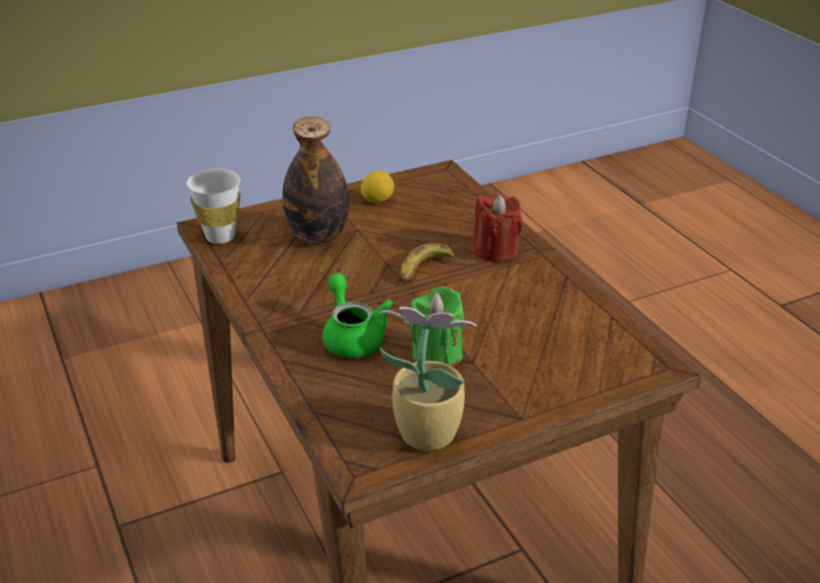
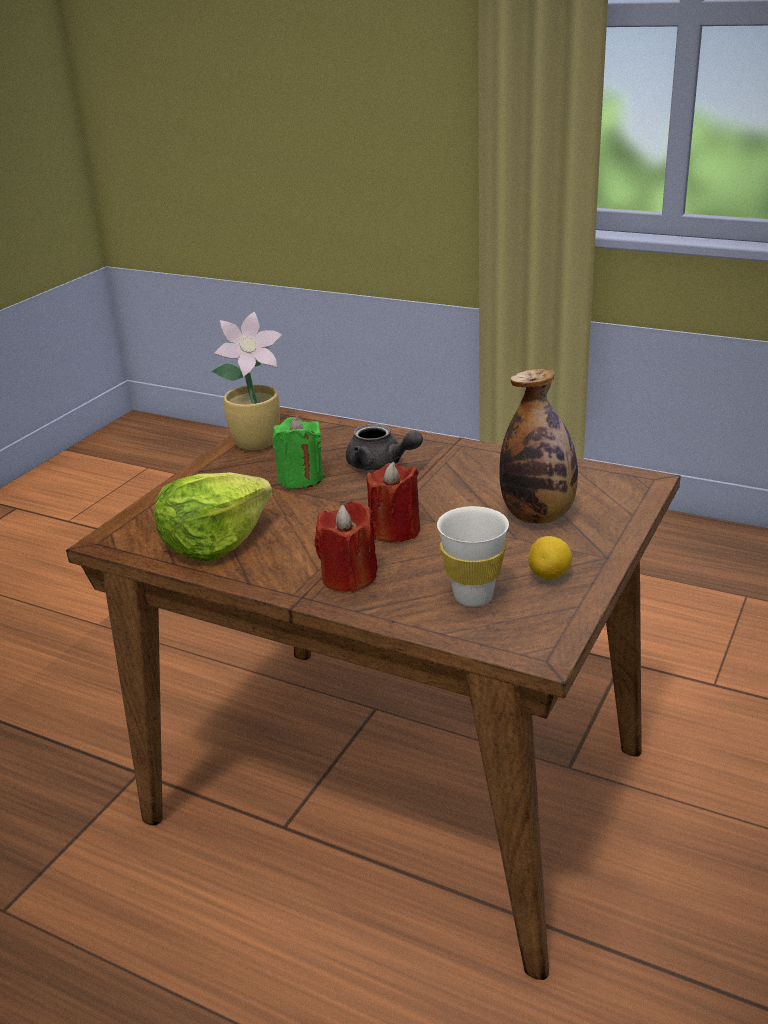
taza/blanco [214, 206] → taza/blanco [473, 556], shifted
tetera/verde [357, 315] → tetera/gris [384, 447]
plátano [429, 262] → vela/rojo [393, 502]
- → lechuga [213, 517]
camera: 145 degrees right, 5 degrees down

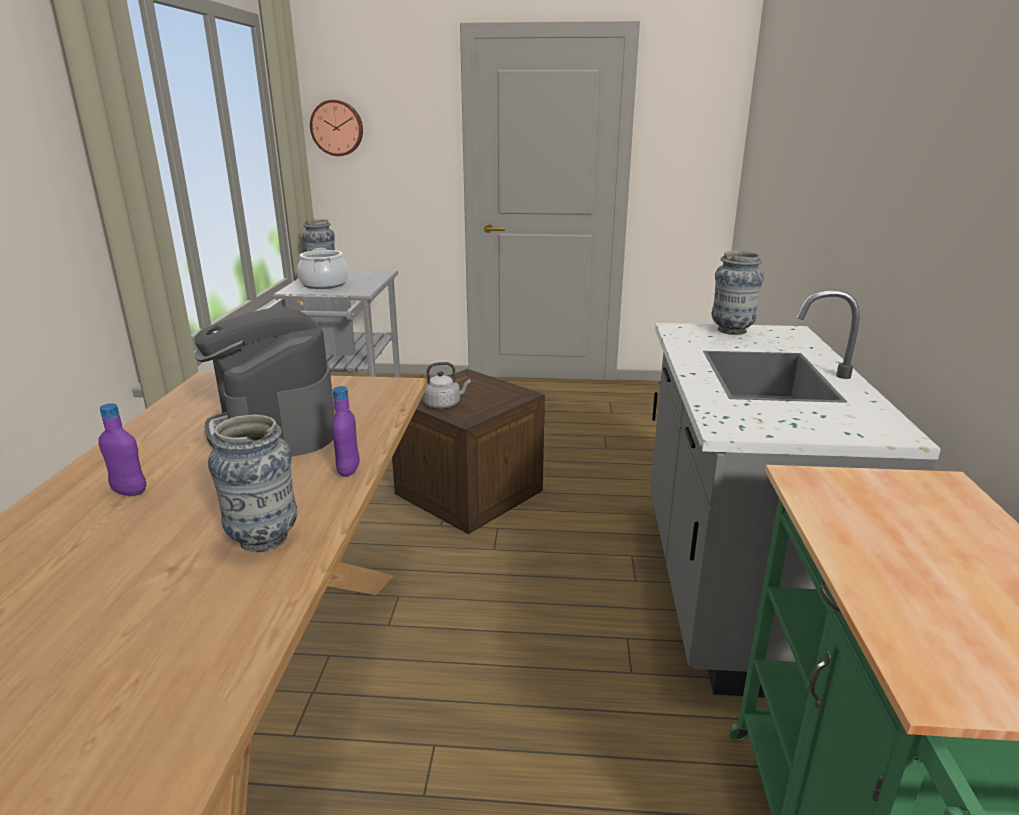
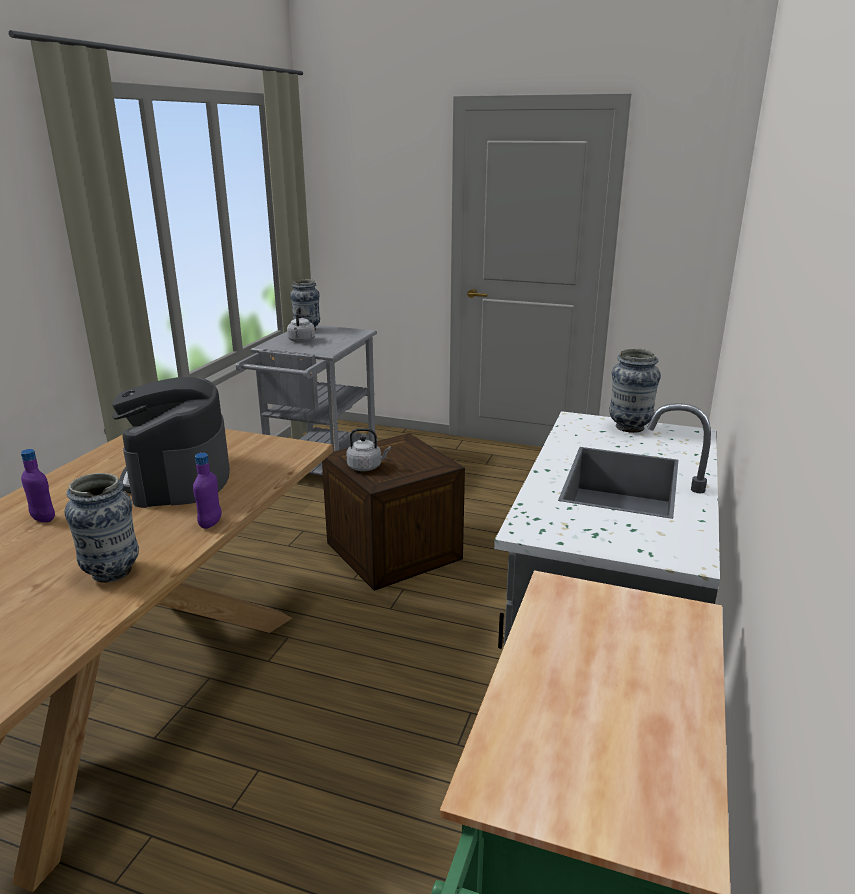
olla [322, 268] → hervidor/gris [301, 324]
reloj de pared [336, 128] → -
camera: 15 degrees right, 0 degrees up

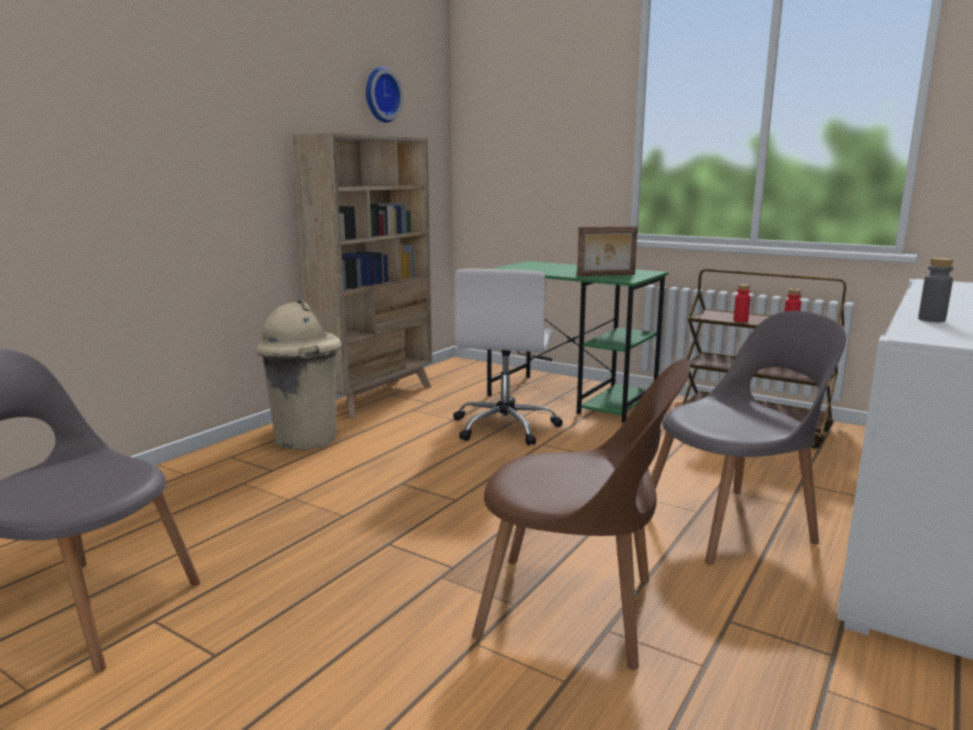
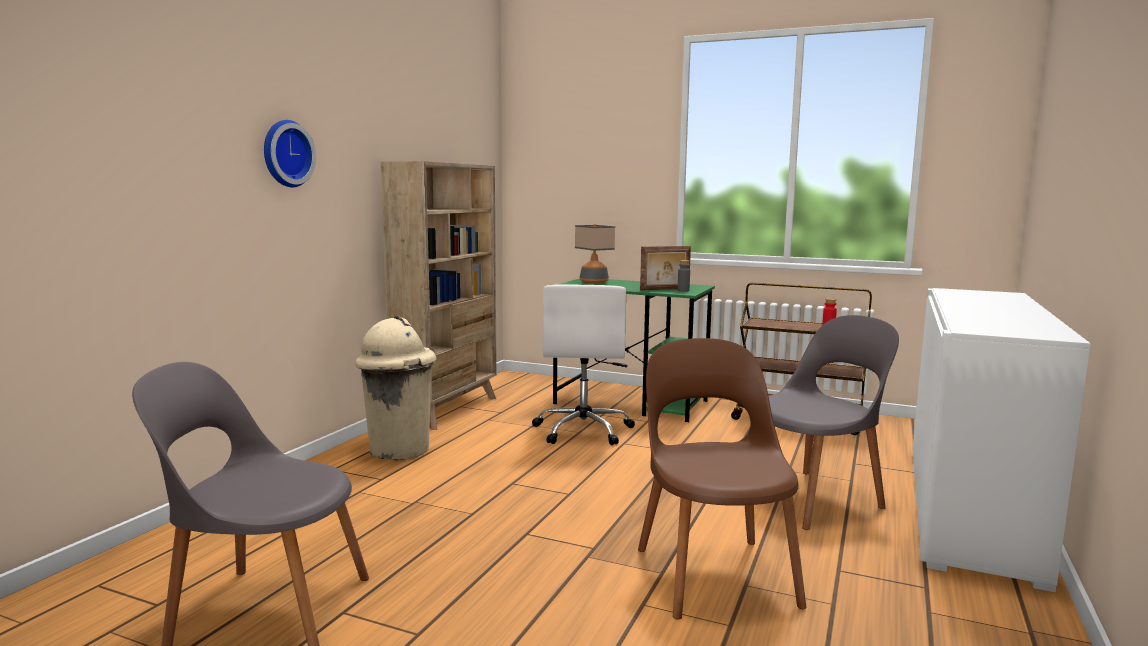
reloj de pared [384, 95] → reloj de pared [290, 153], shifted
silla/marrón [581, 514] → silla/marrón [722, 479], 105 degrees counterclockwise
botella/rojo [742, 303] → -
botella/gris [936, 290] → botella/gris [684, 276], shifted
- → lámpara de mesa [595, 253]
camera: 10 degrees left, 5 degrees down

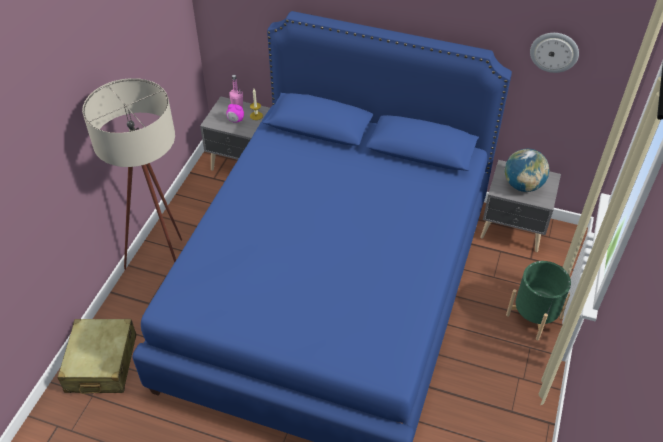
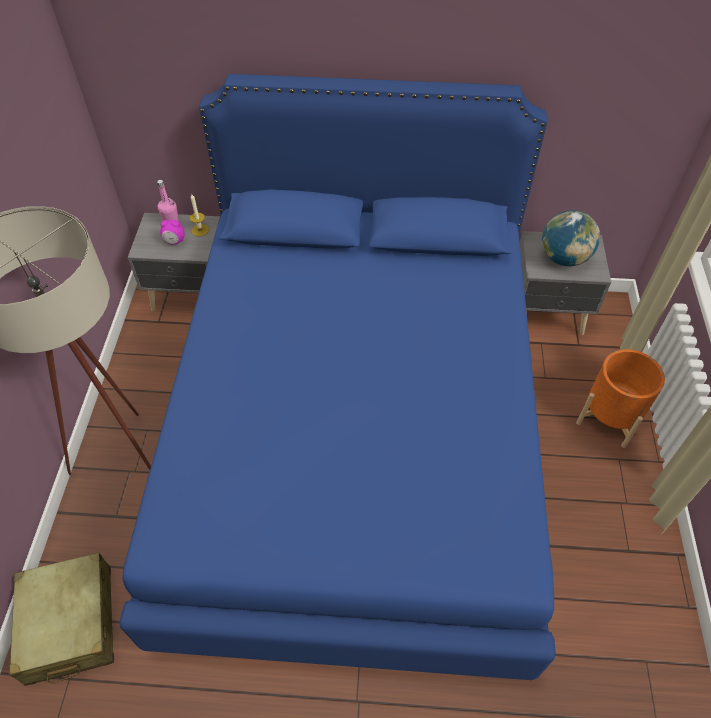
maceta/verde [538, 300] → maceta/naranja [620, 398]
reloj de pared [554, 53] → -
camera: 15 degrees left, 5 degrees up

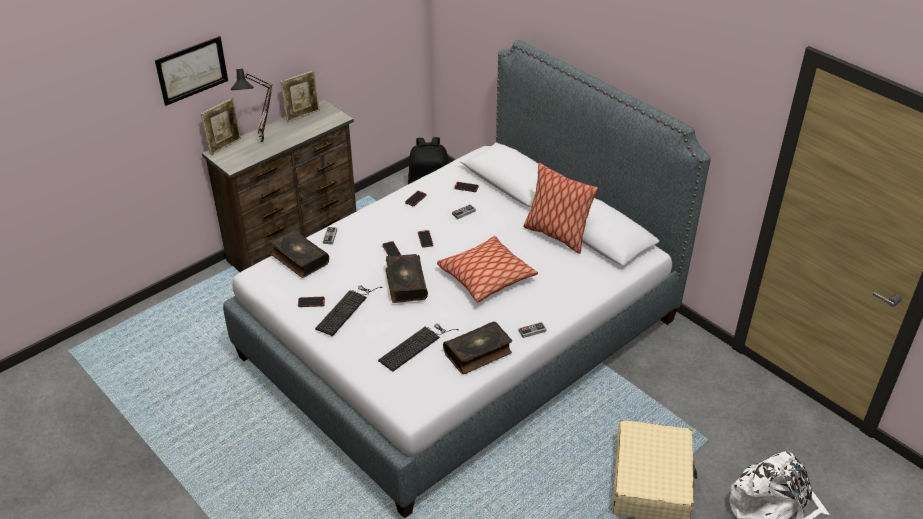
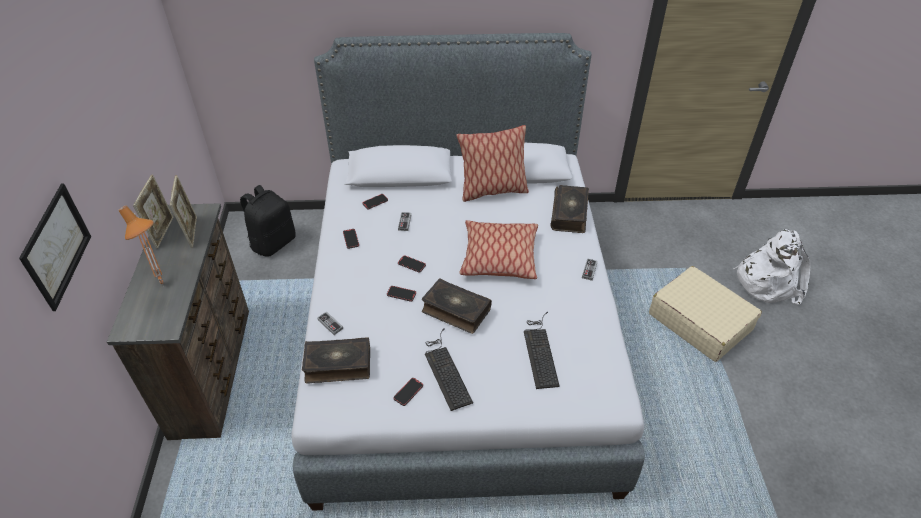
portarretratos [221, 126] → portarretratos [183, 211], shifted
lámpara de mesa/negro [252, 105] → lámpara de mesa/naranja [141, 246]
libro [477, 348] → libro [569, 209], shifted
camera: 50 degrees left, 5 degrees up

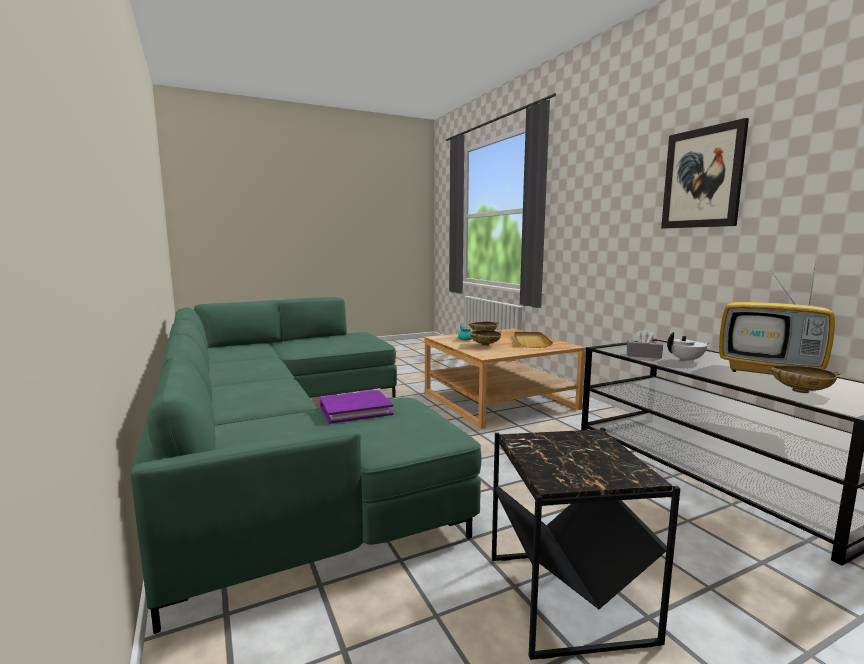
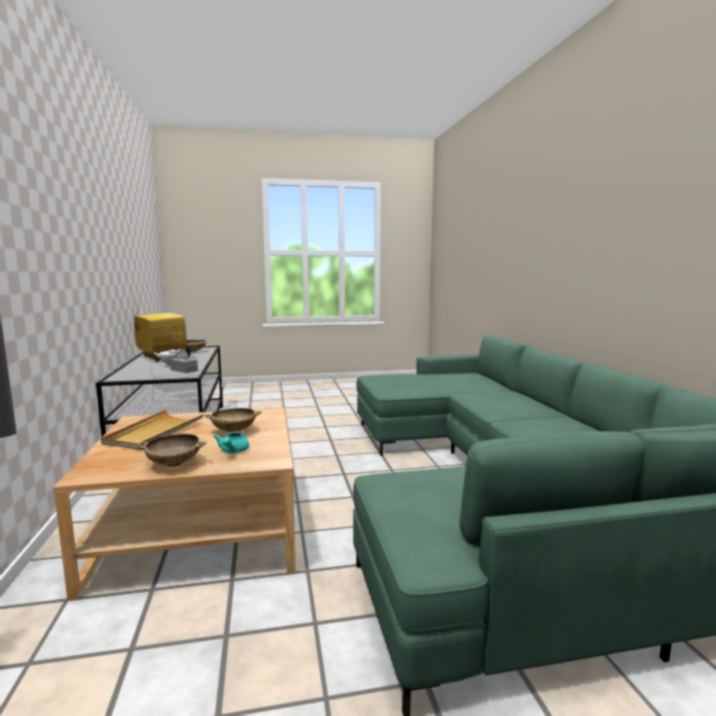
libro/morado [356, 407] → -
mesa auxiliar/negro [586, 544] → -
cuadro [705, 173] → -
camera: 165 degrees left, 0 degrees up

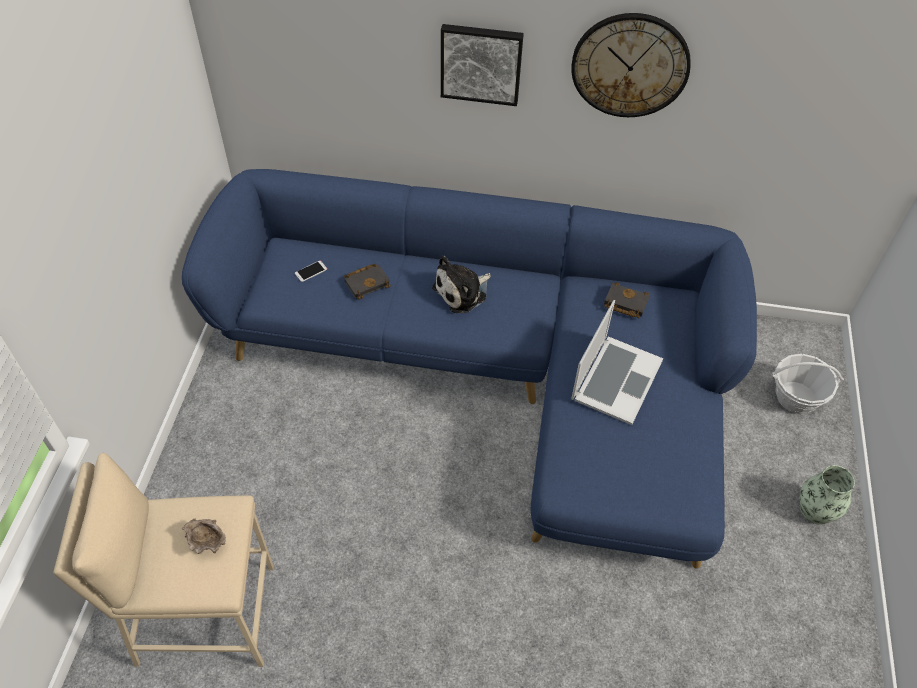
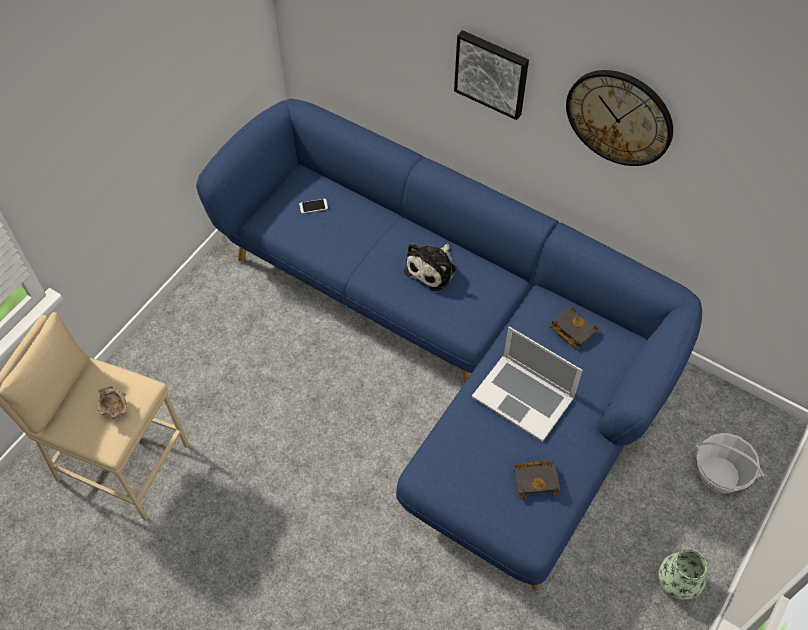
libro/negro [367, 282] → libro/negro [537, 479], shifted
peluche [461, 284] → peluche [430, 267], 45 degrees counterclockwise
portátil [617, 362] → portátil [527, 384], 75 degrees clockwise
camera: 25 degrees right, 5 degrees up

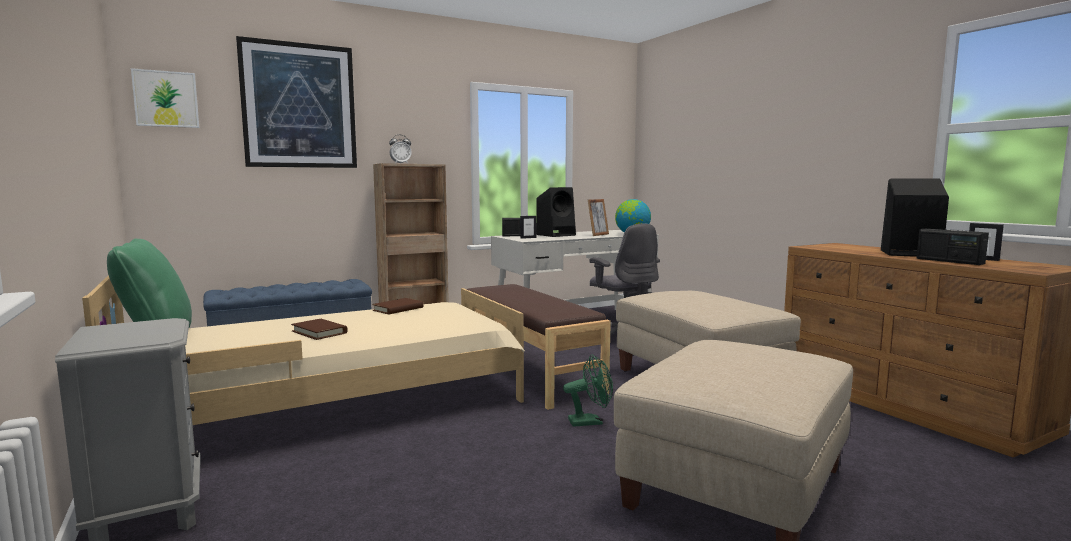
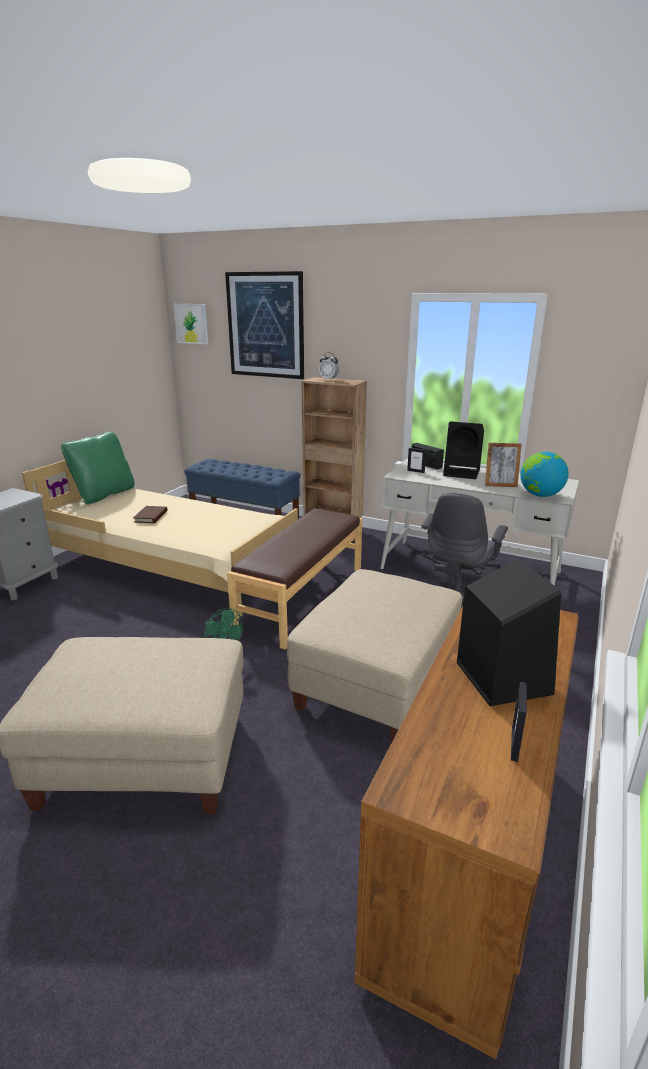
libro/marrón [397, 306] → -
radio [952, 247] → -
camera: 55 degrees right, 15 degrees up

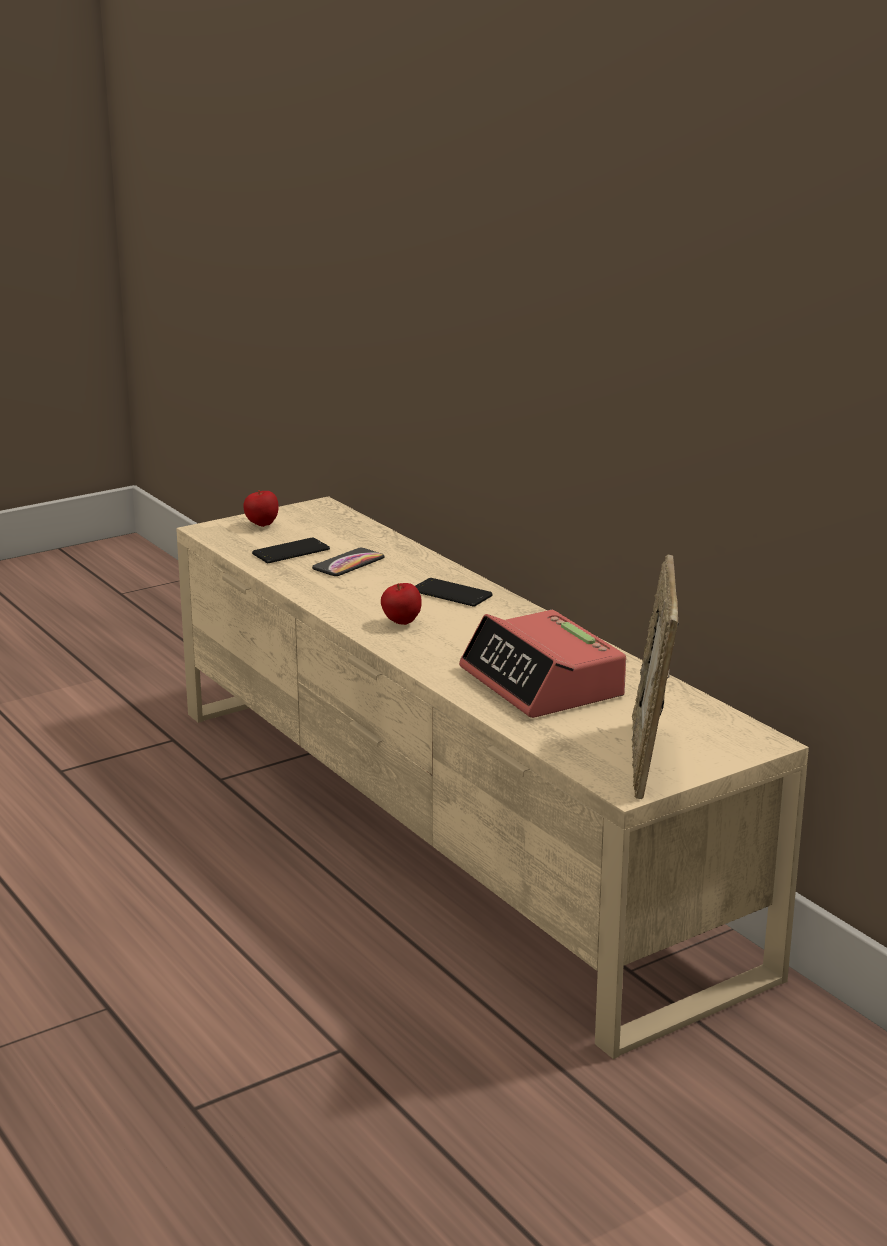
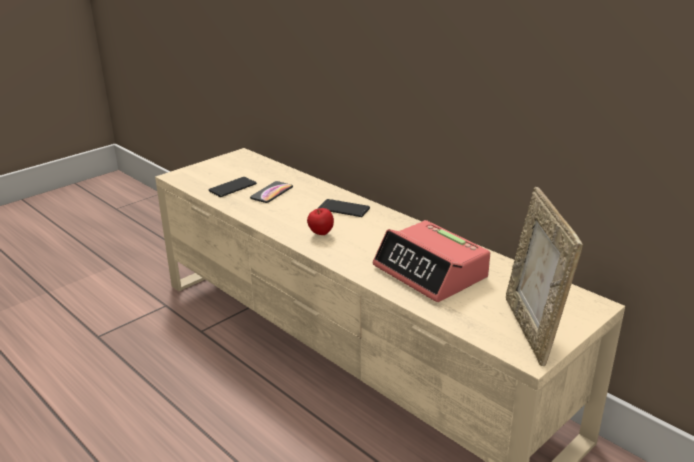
manzana [261, 508] → -
camera: 10 degrees left, 5 degrees up

